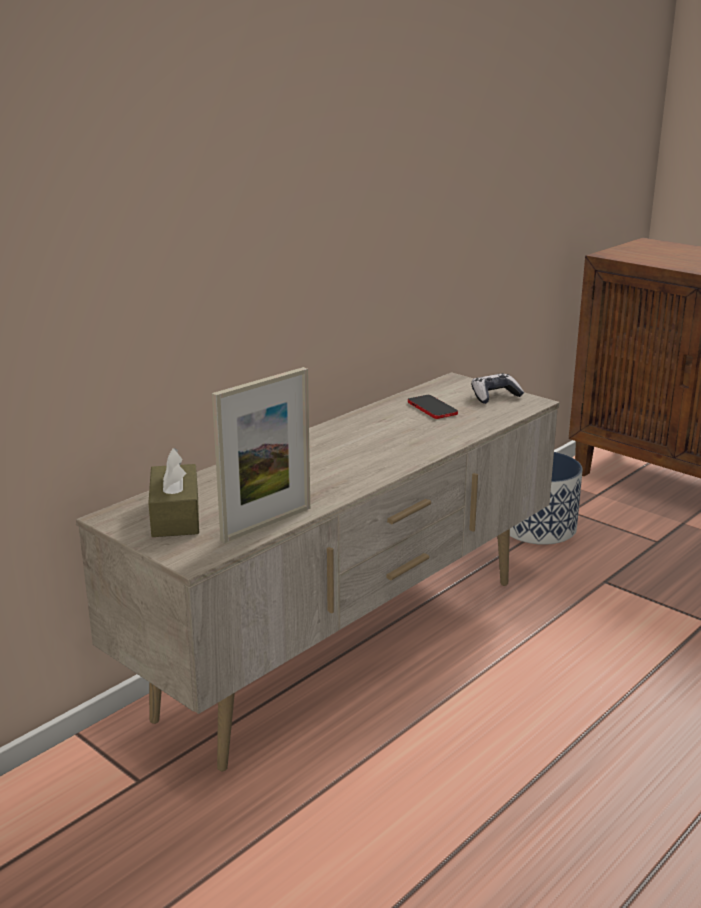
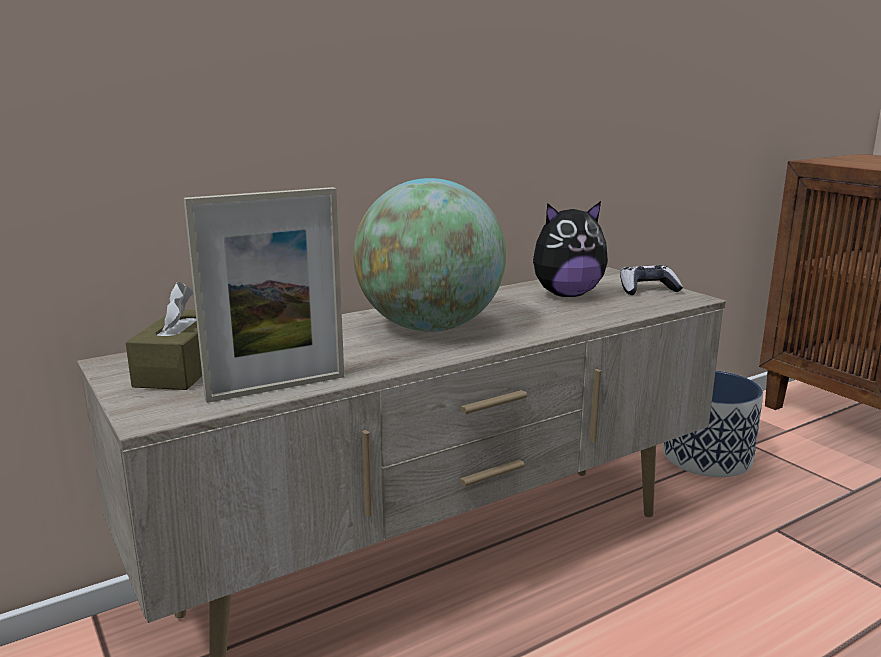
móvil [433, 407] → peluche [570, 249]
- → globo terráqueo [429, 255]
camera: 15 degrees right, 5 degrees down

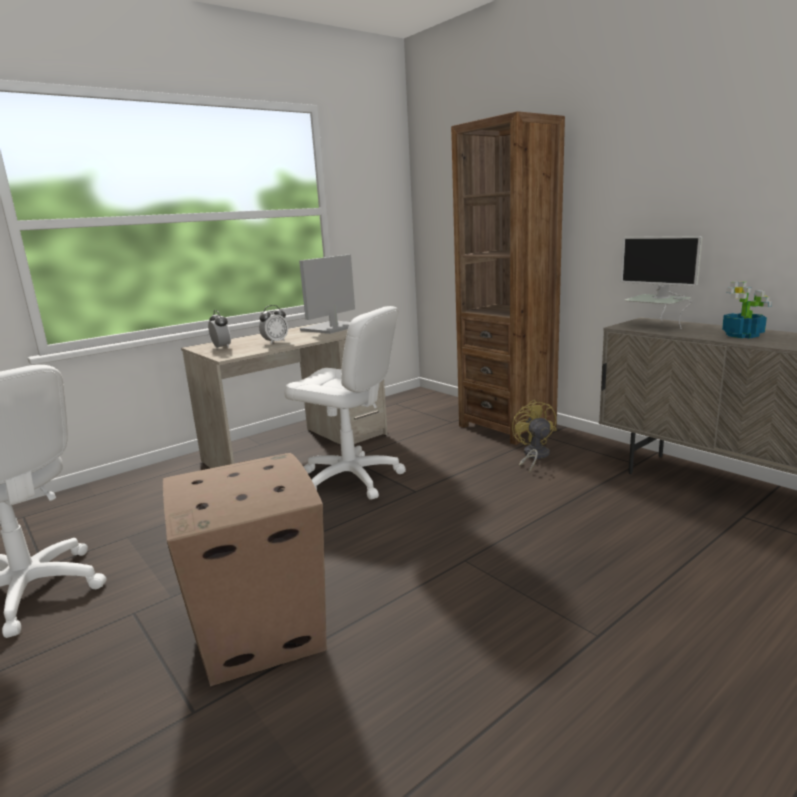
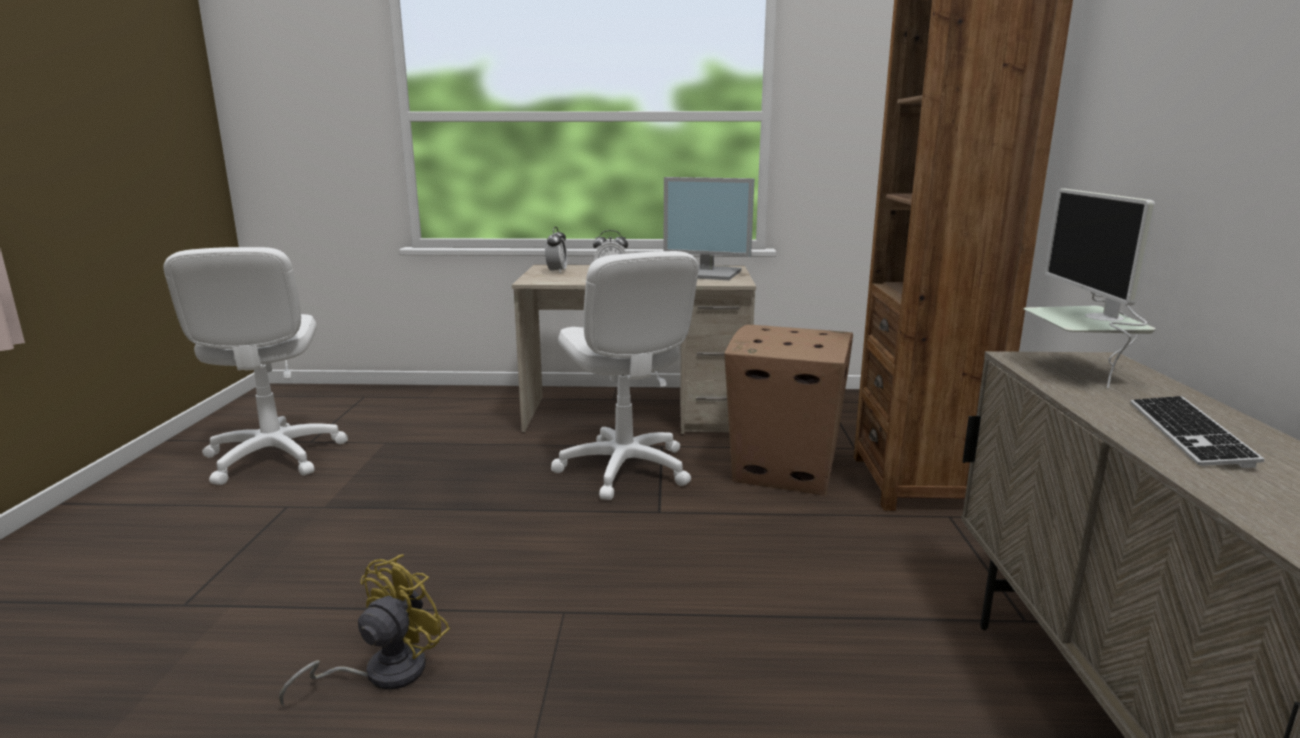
caja de cartón [245, 569] → caja de cartón [788, 410], shifted
monitor [327, 294] → monitor [708, 228], 150 degrees counterclockwise
ventilador/amarillo [534, 436] → ventilador/amarillo [364, 630], shifted
planta en maceta [747, 310] → teclado [1197, 432]
camera: 40 degrees right, 0 degrees up

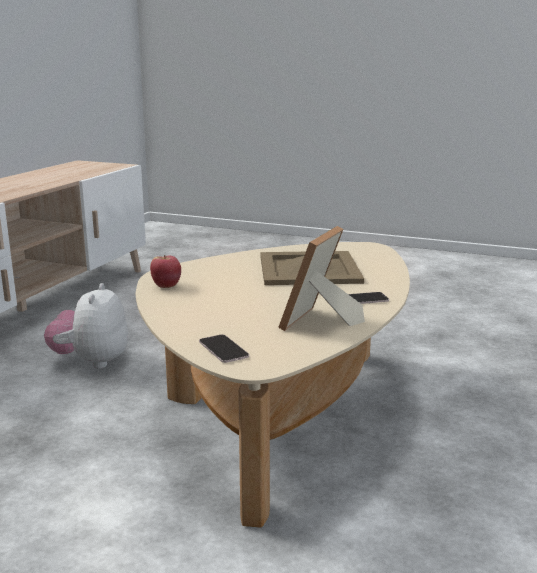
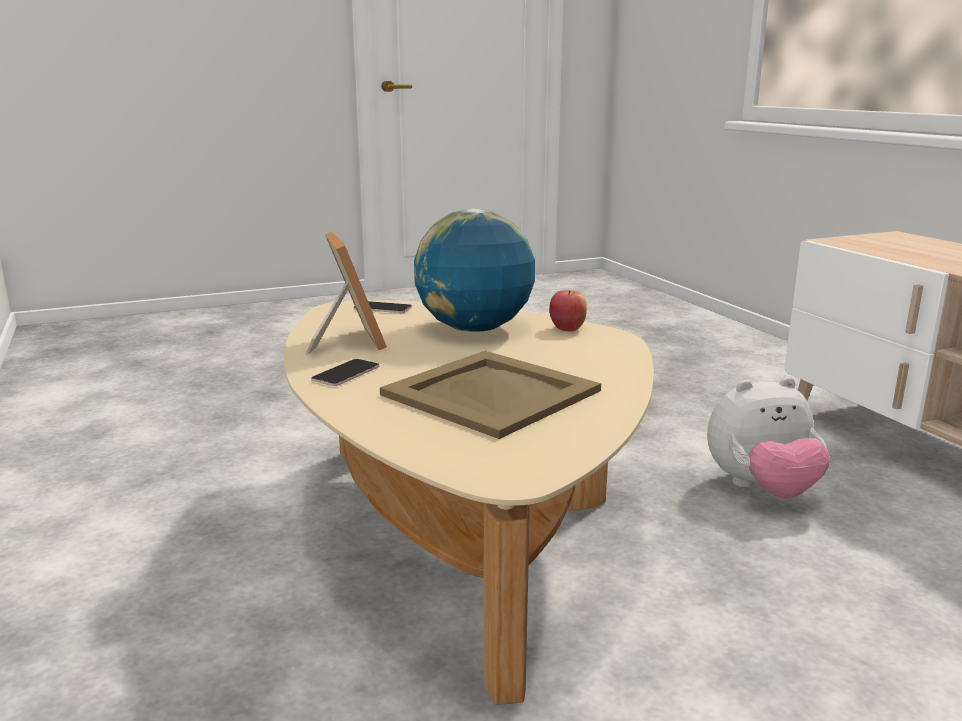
peluche [86, 326] → peluche [768, 437], 120 degrees clockwise
- → globo terráqueo [474, 270]
camera: 135 degrees right, 0 degrees up

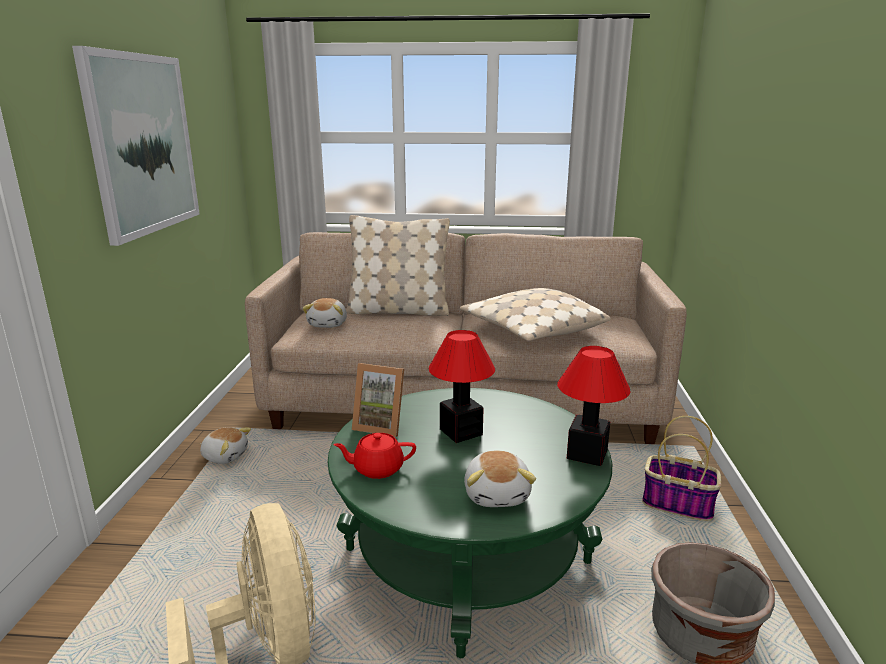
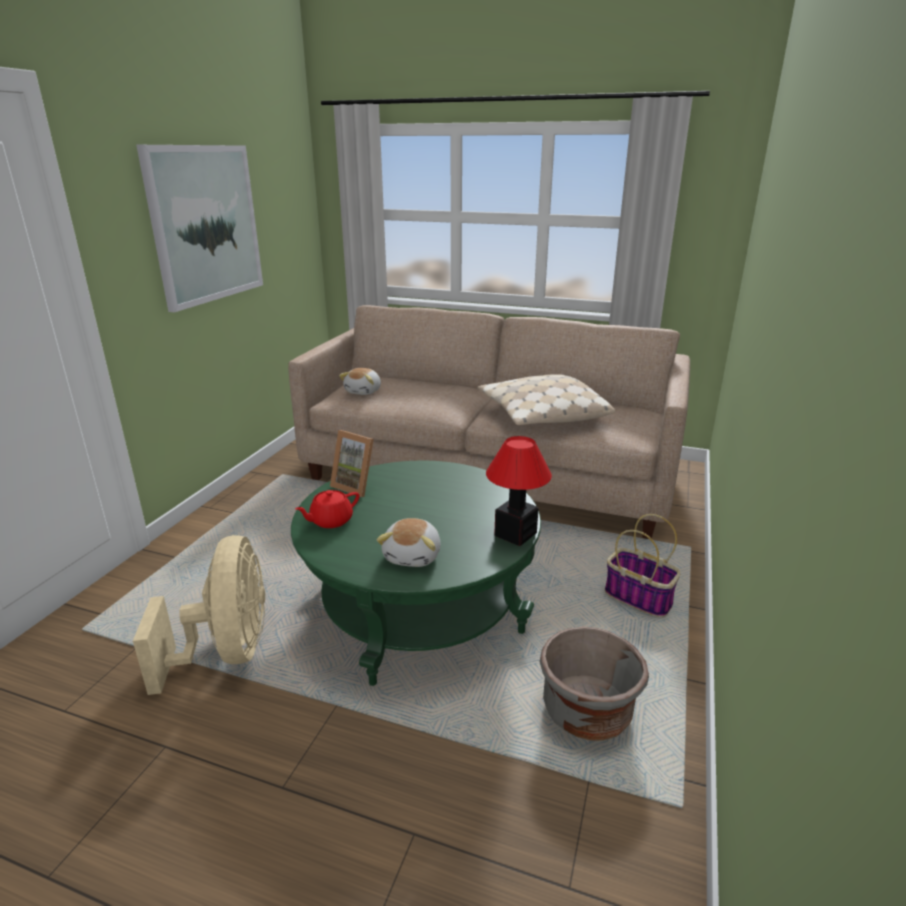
peluche [225, 445] → -
tetera/rojo [374, 456] → tetera/rojo [327, 509], 45 degrees counterclockwise
cojín/beis [398, 265] → -
lámpara de mesa [462, 386] → -
camera: 15 degrees right, 5 degrees up

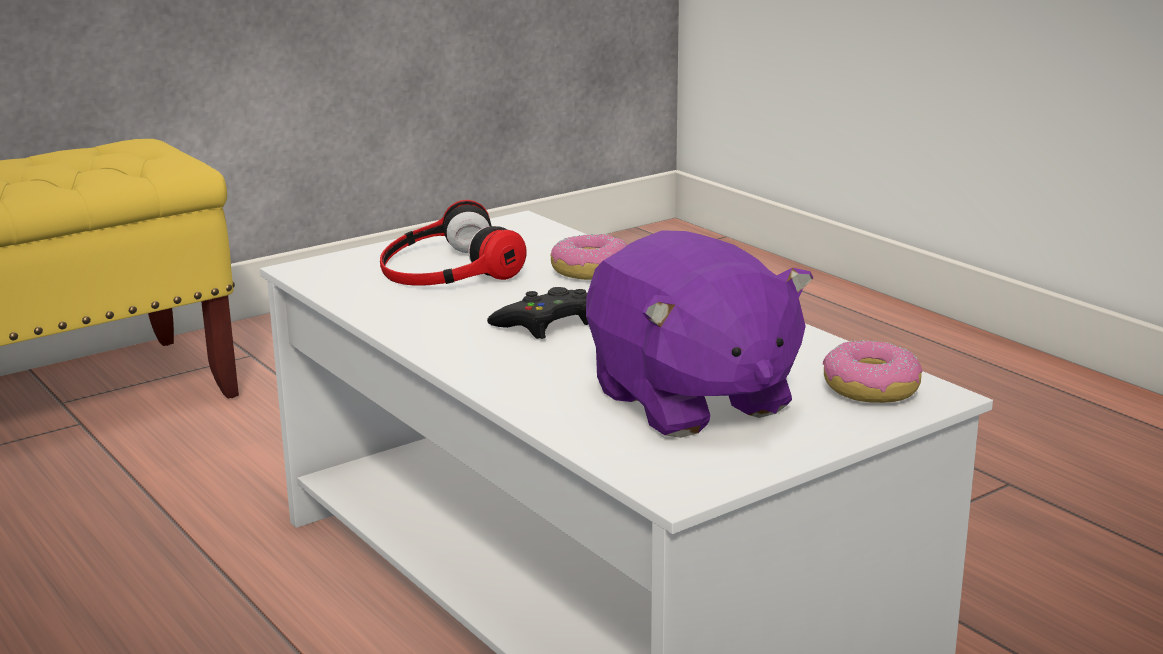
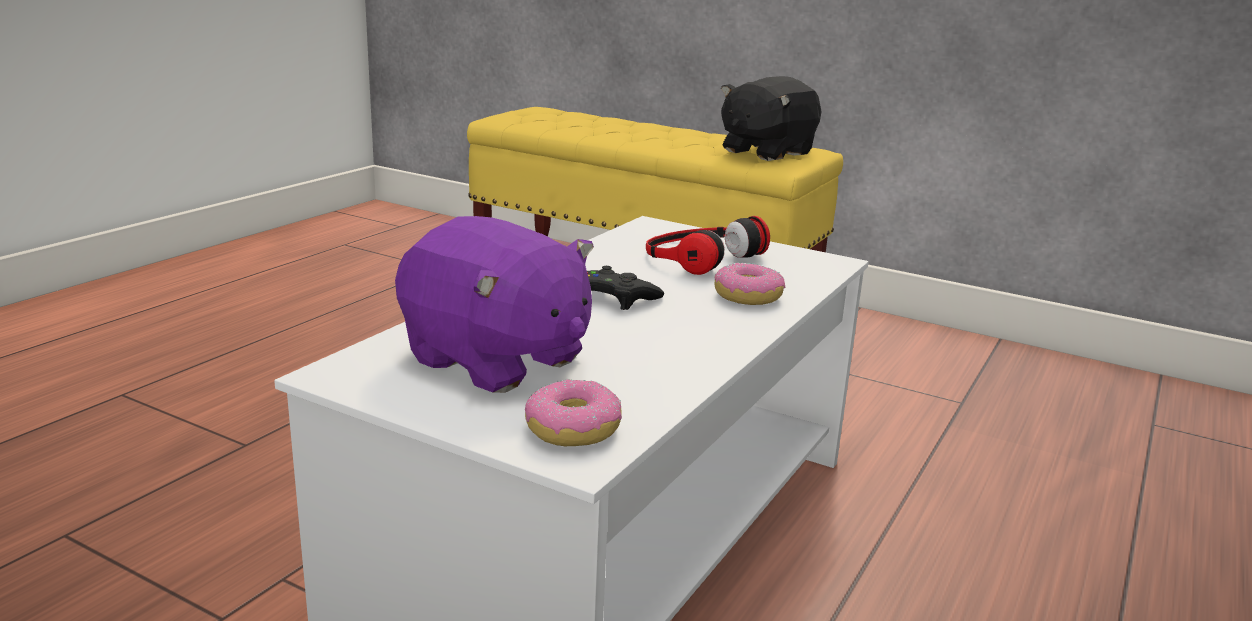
peluche/morado [699, 334] → peluche/morado [494, 304], 90 degrees counterclockwise
- → peluche/negro [771, 118]
camera: 65 degrees right, 0 degrees up

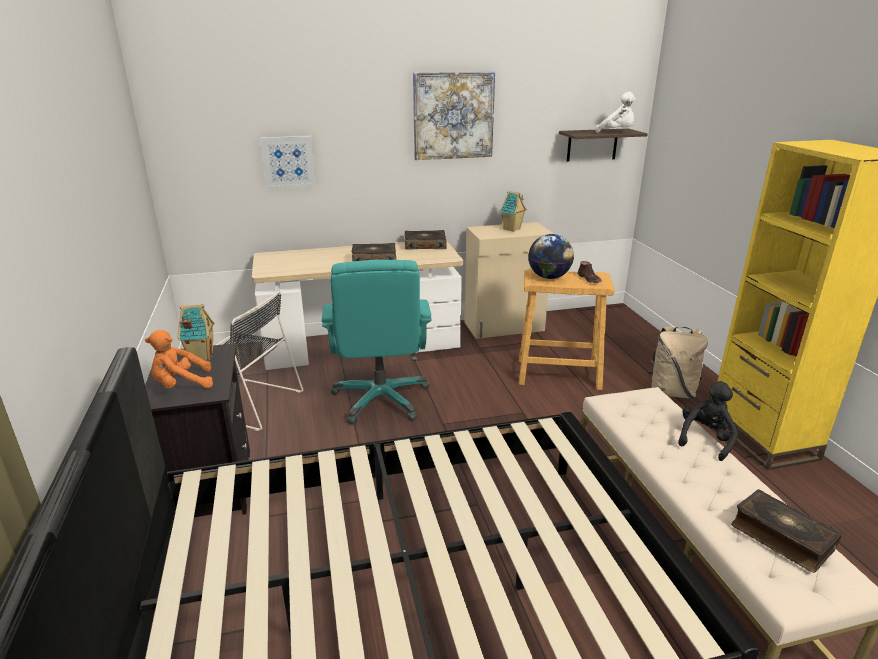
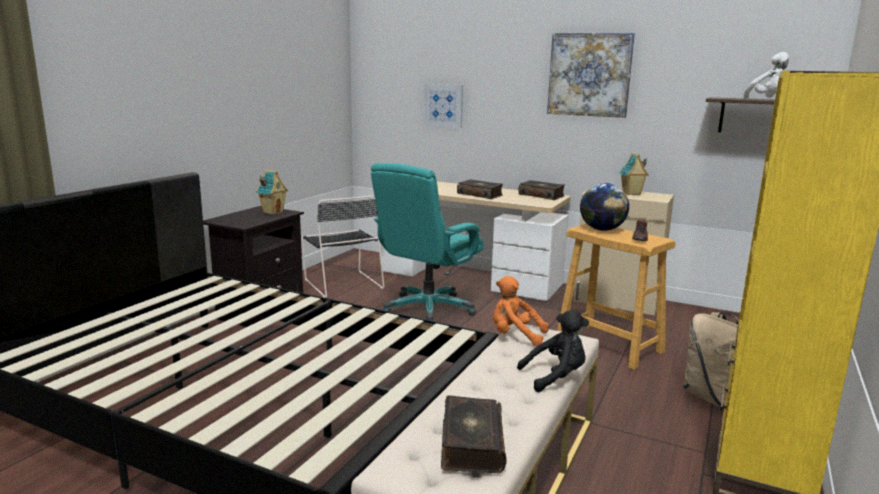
peluche/naranja [179, 359] → peluche/naranja [521, 311], shifted
camera: 40 degrees right, 10 degrees down

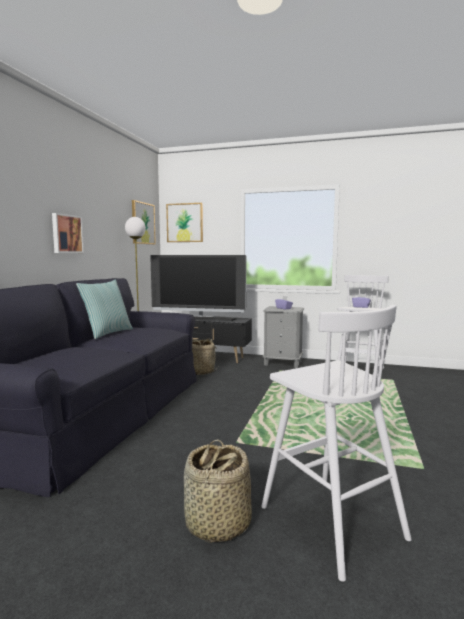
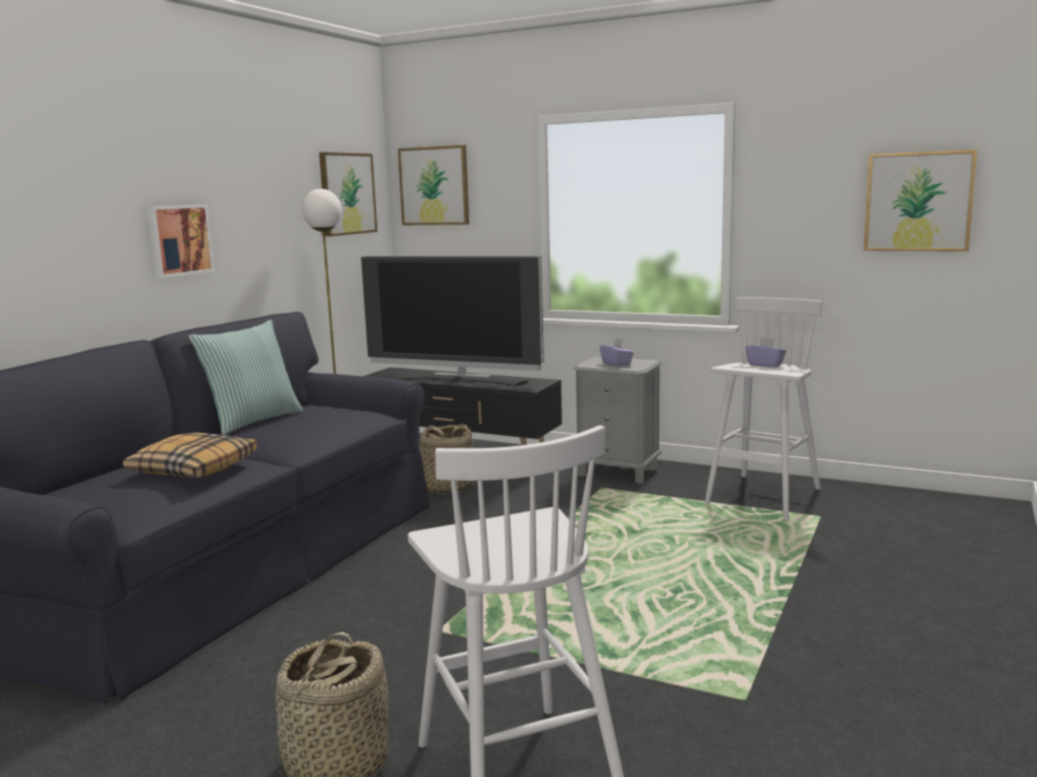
- → cojín [189, 455]
- → cuadro [920, 200]
camera: 10 degrees right, 5 degrees up

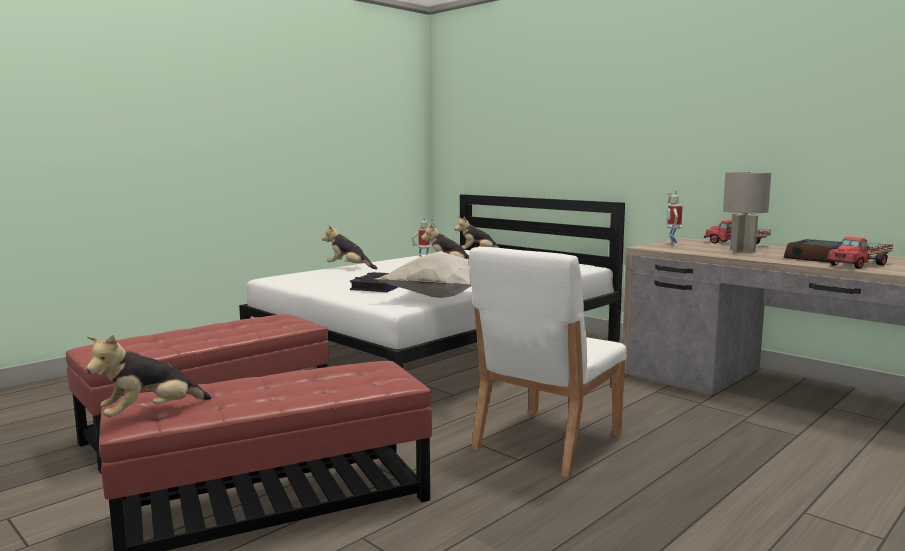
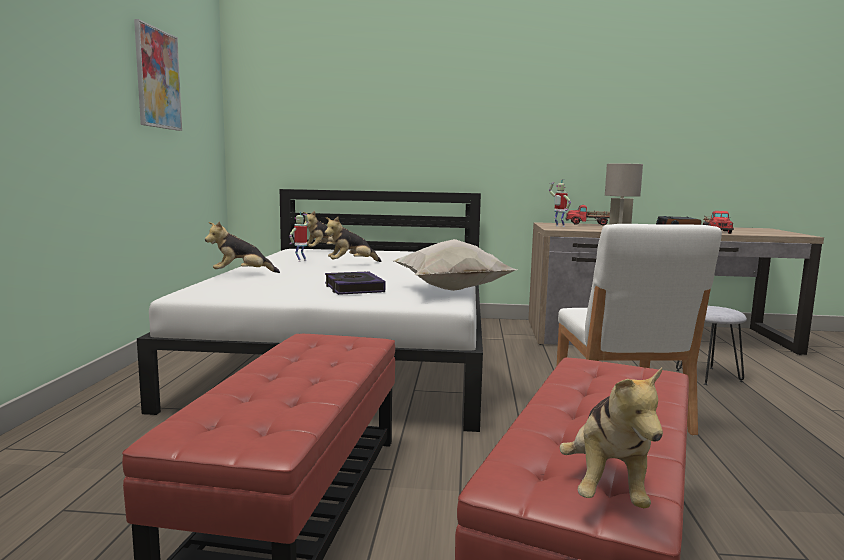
- → cuadro [158, 75]
- → taburete/gris [711, 345]
camera: 40 degrees left, 0 degrees up

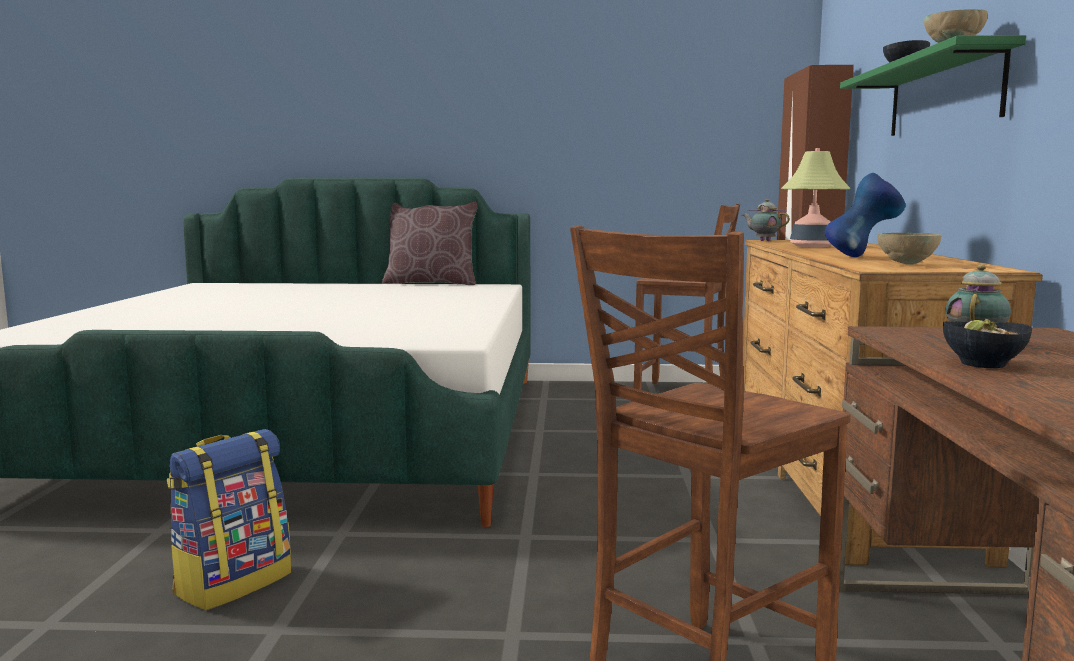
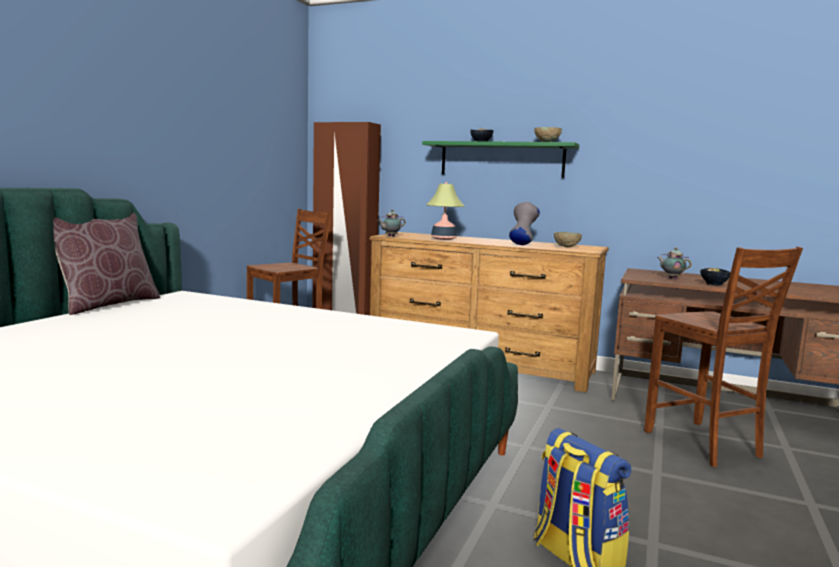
florero/azul [865, 215] → florero/gris [524, 223]
camera: 70 degrees left, 0 degrees up

